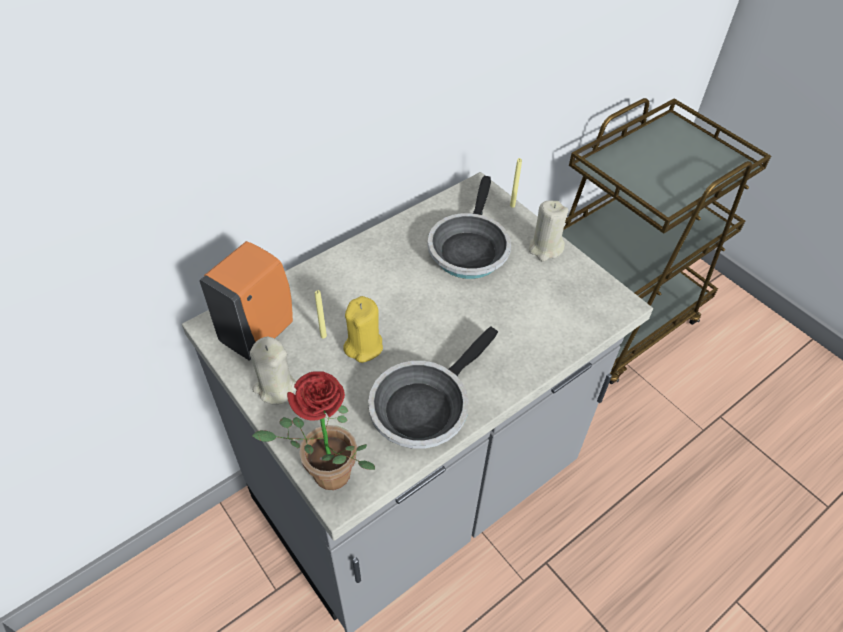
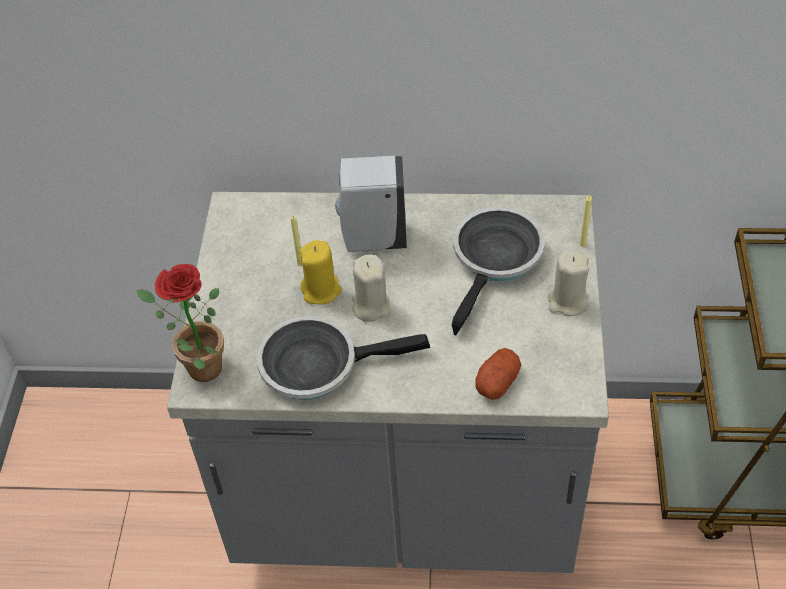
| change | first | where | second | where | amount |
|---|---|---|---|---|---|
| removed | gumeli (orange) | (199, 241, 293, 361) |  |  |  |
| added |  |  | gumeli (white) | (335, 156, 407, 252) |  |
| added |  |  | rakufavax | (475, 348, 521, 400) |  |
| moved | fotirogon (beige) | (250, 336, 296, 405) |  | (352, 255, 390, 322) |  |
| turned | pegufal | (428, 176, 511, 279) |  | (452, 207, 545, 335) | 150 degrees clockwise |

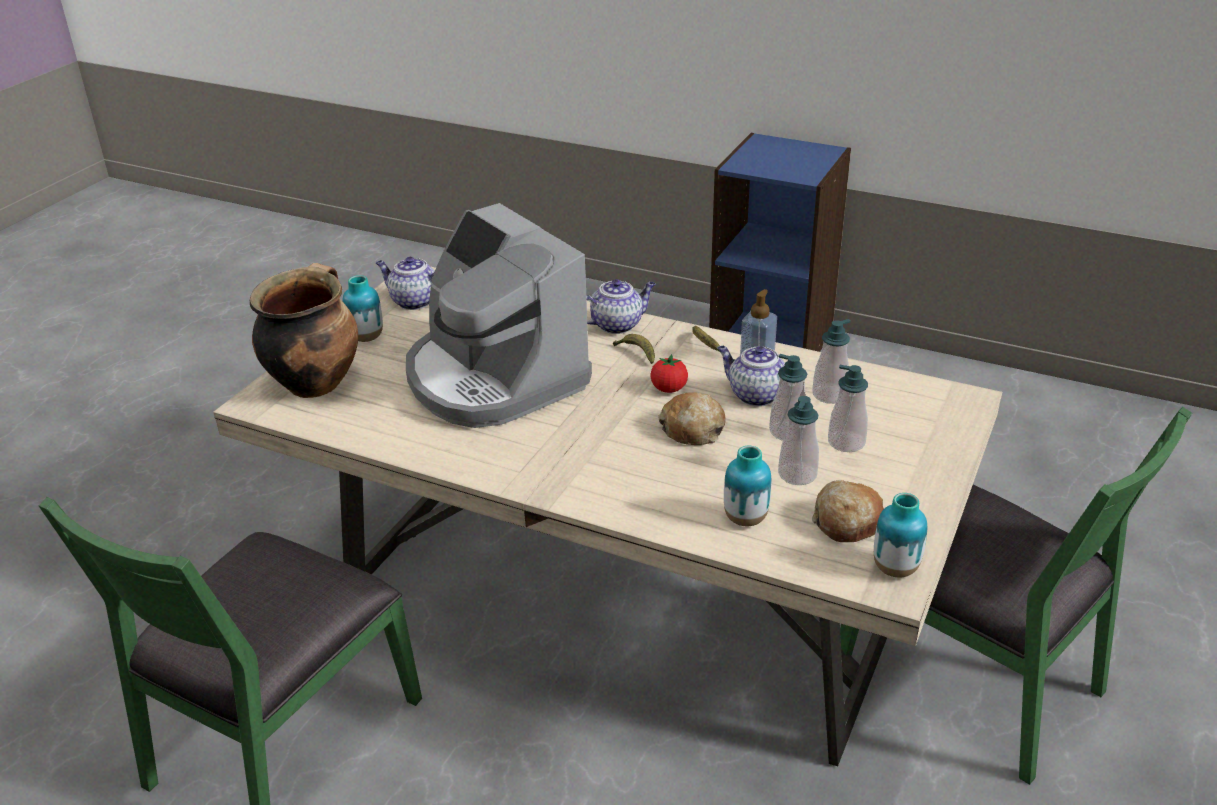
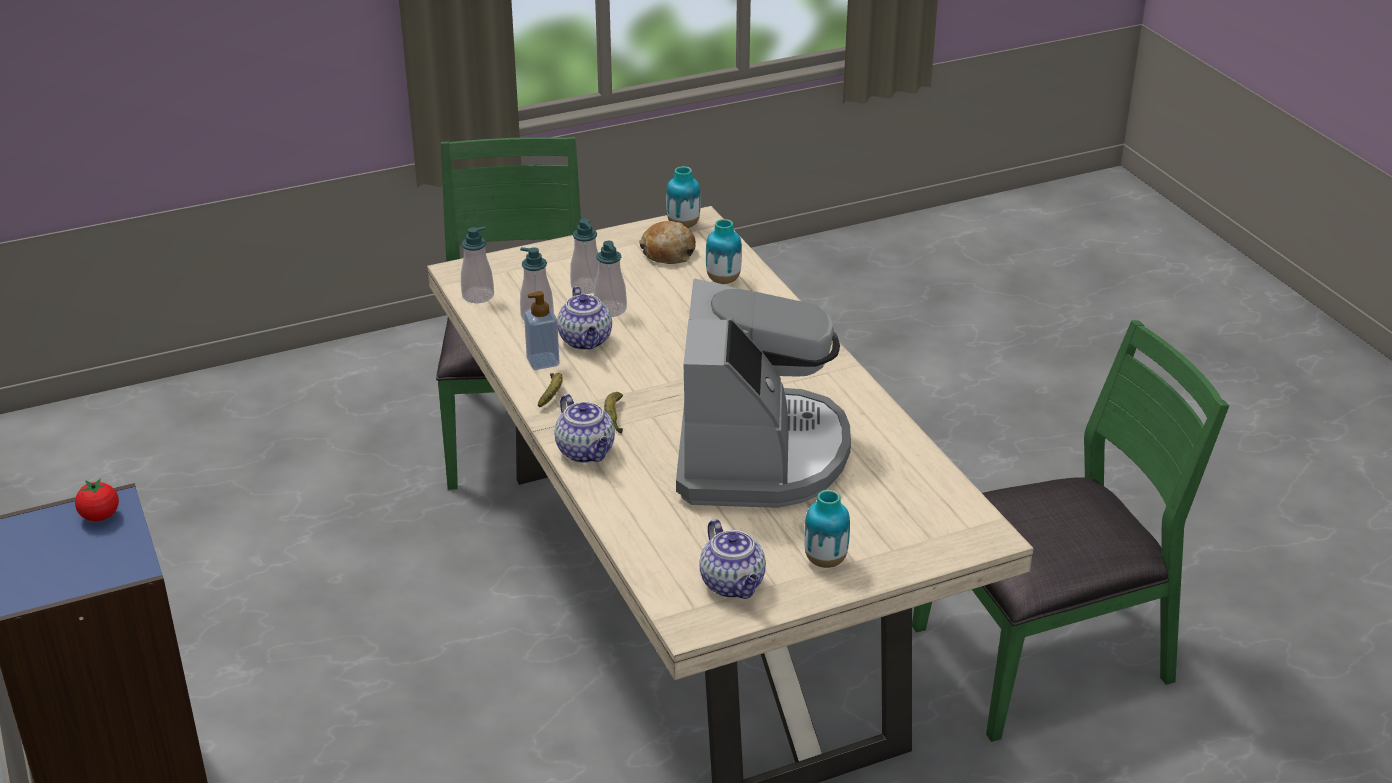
| change | first | where | second | where | amount |
|---|---|---|---|---|---|
| removed | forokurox | (250, 263, 358, 398) |  |  |  |
| removed | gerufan | (658, 392, 725, 445) |  |  |  |
| moved | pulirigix | (650, 354, 688, 393) |  | (75, 478, 119, 521) |  |
| moved | gumeli | (778, 396, 819, 485) |  | (461, 226, 494, 303) |  |
| turned | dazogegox | (586, 279, 656, 334) |  | (555, 394, 615, 463) | 135 degrees counterclockwise |

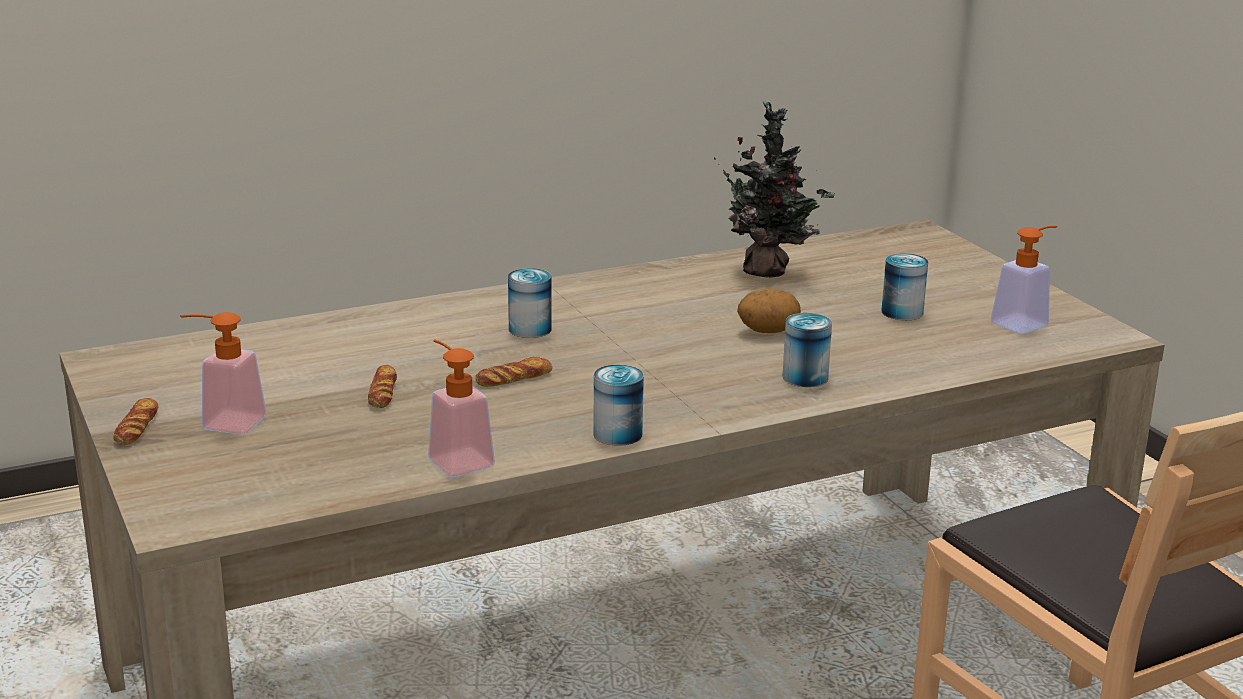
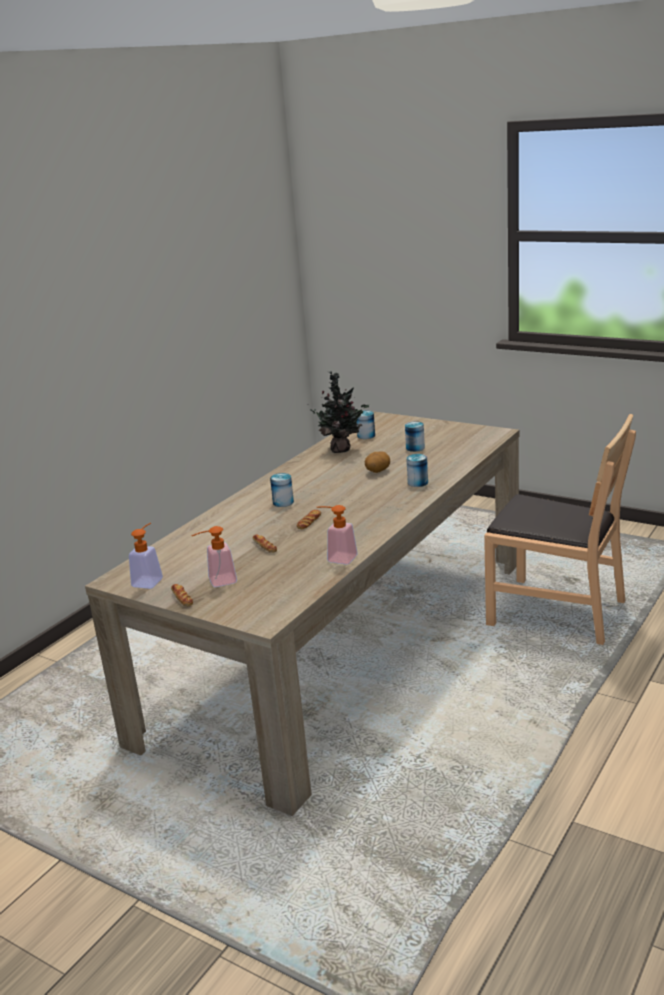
| change | first | where | second | where | amount |
|---|---|---|---|---|---|
| moved | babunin | (593, 365, 644, 446) |  | (356, 410, 375, 439) |  |
| moved | gumeli | (991, 226, 1057, 334) |  | (129, 523, 163, 589) |  |

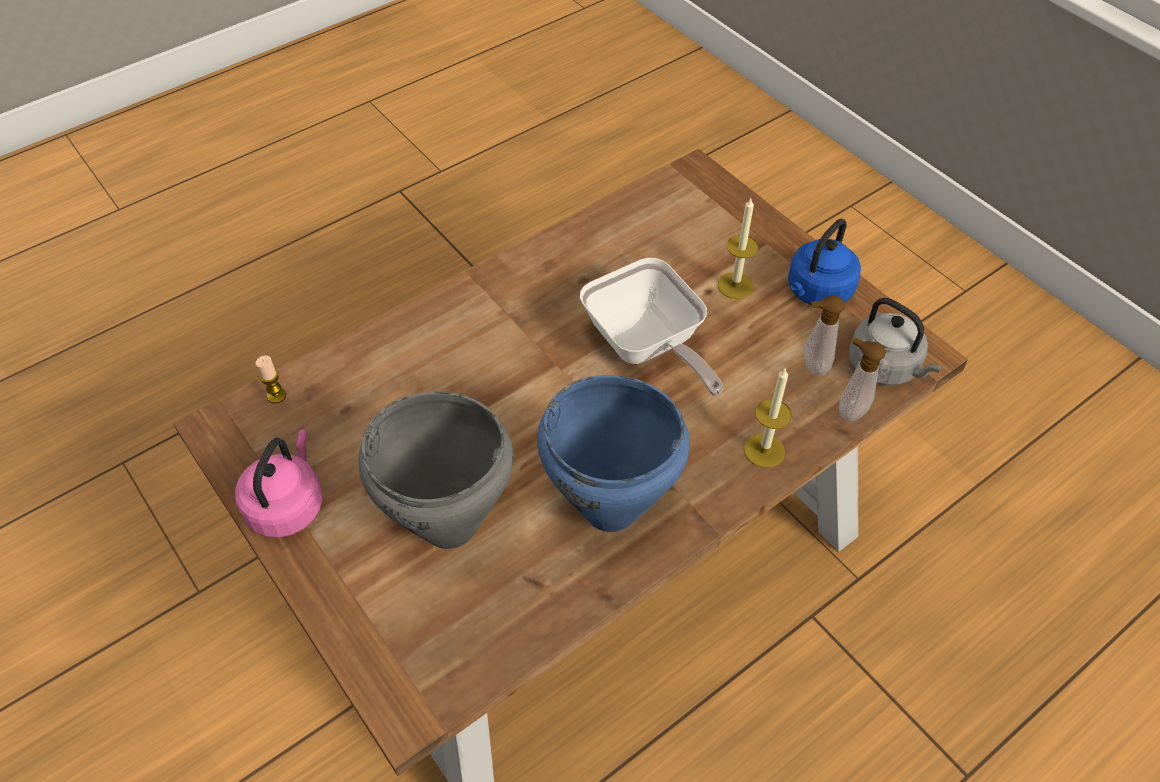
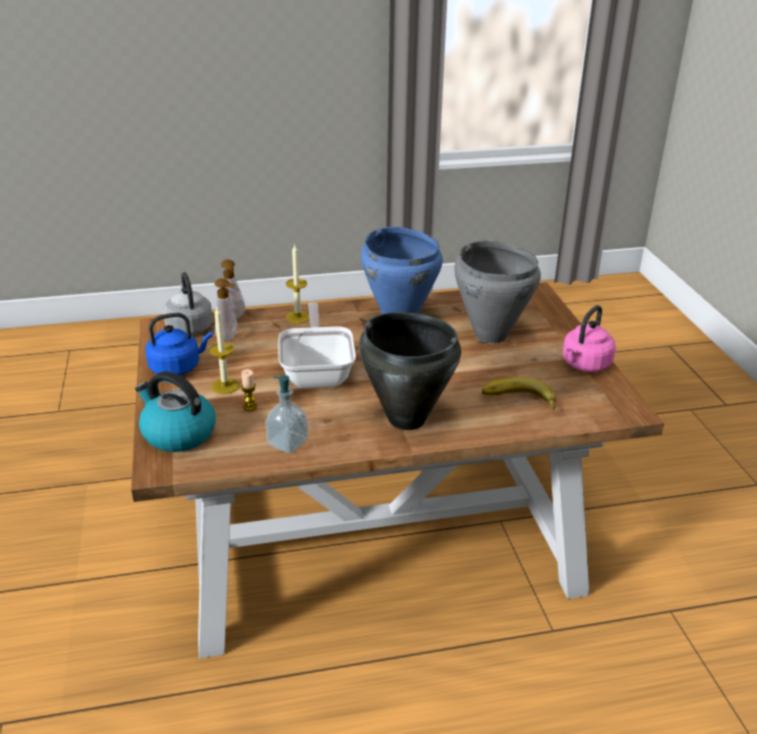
| change | first | where | second | where | amount |
|---|---|---|---|---|---|
| added |  |  | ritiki | (135, 371, 216, 452) |  |
| added |  |  | gumeli | (265, 375, 308, 453) |  |
| added |  |  | forokurox (black) | (359, 312, 461, 430) |  |
| added |  |  | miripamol | (482, 377, 557, 410) |  |
| moved | fotirogon | (255, 355, 286, 404) |  | (241, 369, 257, 411) |  |

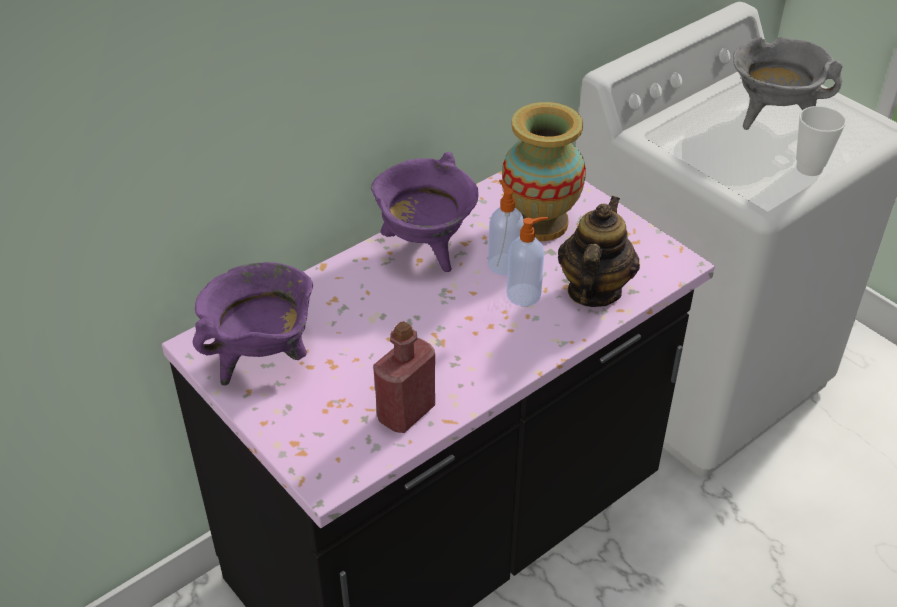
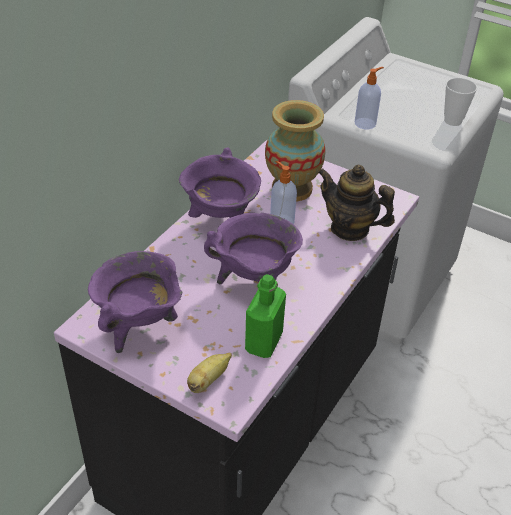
| change | first | where | second | where | amount |
|---|---|---|---|---|---|
| removed | forokurox (grey) | (733, 37, 842, 130) |  |  |  |
| added |  |  | miripamol | (187, 353, 232, 393) |  |
| added |  |  | forokurox (purple) | (204, 213, 303, 284) |  |
| moved | gumeli | (507, 217, 549, 306) |  | (355, 67, 384, 129) |  |
| recoloured | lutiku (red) | (373, 321, 435, 433) | lutiku (green) | (245, 274, 286, 358) |  |
| turned | dazogegox | (558, 196, 640, 307) |  | (318, 165, 395, 241) | 60 degrees counterclockwise |

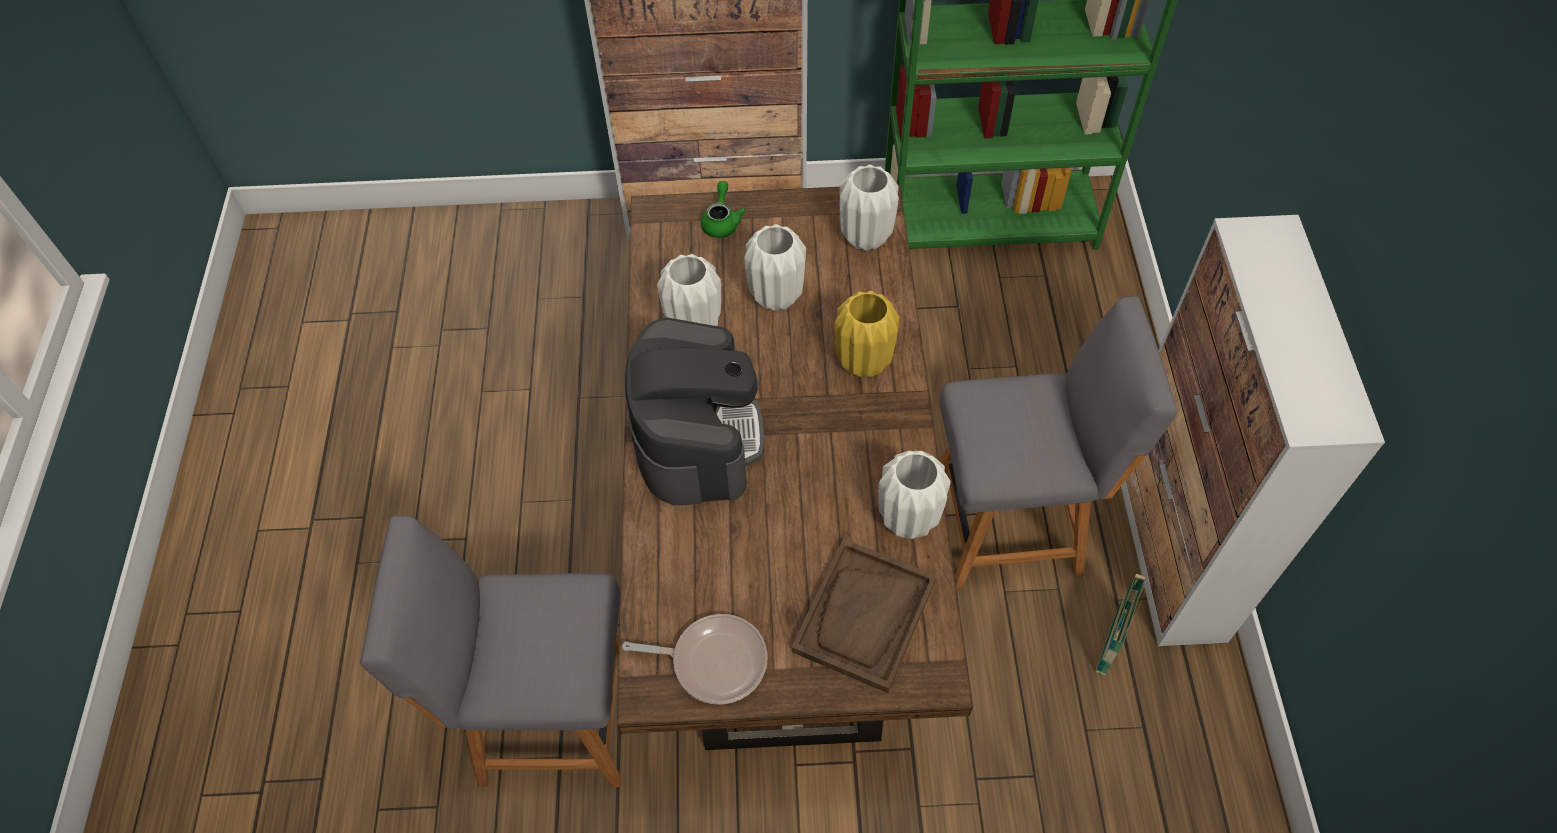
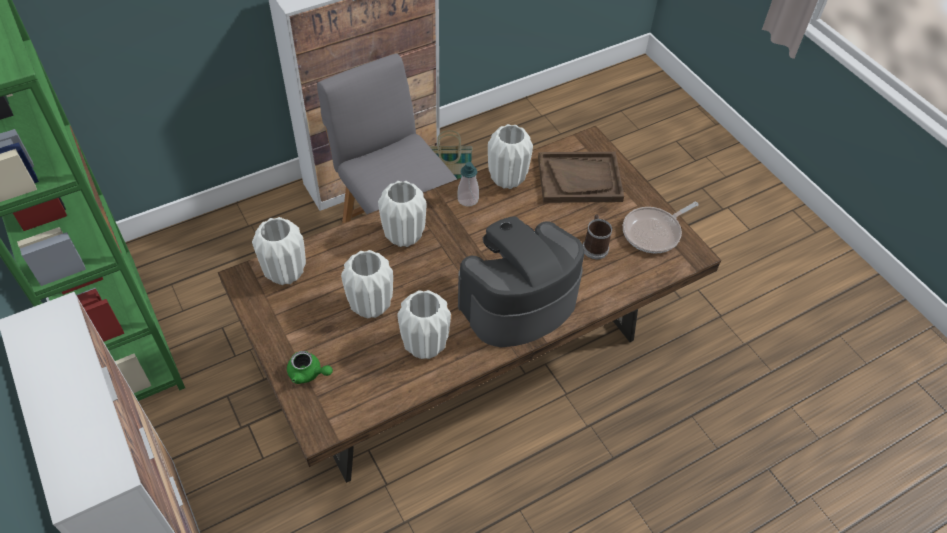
| change | first | where | second | where | amount |
|---|---|---|---|---|---|
| removed | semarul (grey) | (360, 515, 622, 787) |  |  |  |
| added |  |  | gumeli | (457, 162, 479, 207) |  |
| added |  |  | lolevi | (583, 215, 612, 259) |  |
| recoloured | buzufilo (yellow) | (835, 291, 900, 378) | buzufilo (white) | (378, 181, 426, 247) |  |
| turned | pegufal | (622, 614, 768, 704) |  | (623, 202, 699, 254) | 105 degrees counterclockwise |
| turned | dazogegox (green) | (701, 181, 746, 238) |  | (287, 351, 333, 384) | 135 degrees counterclockwise |

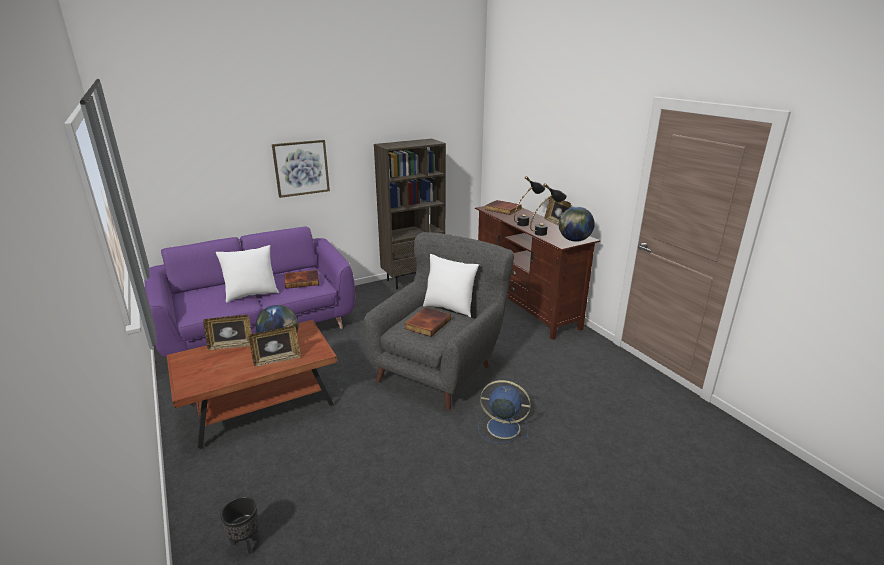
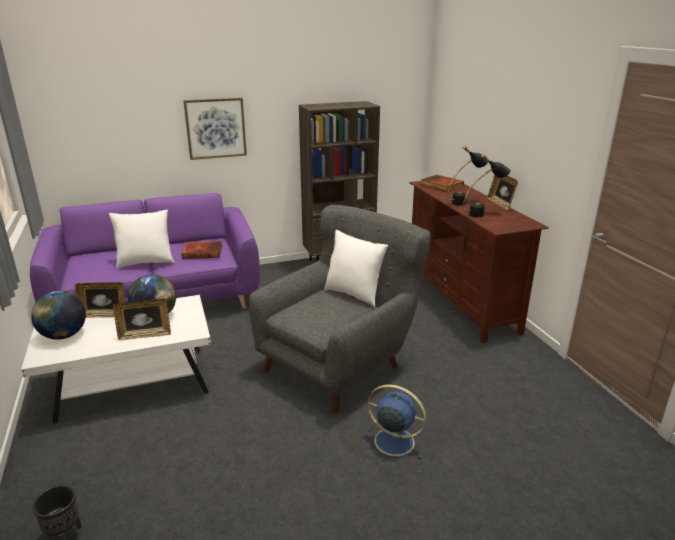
| change | first | where | second | where | amount |
|---|---|---|---|---|---|
| removed | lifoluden | (404, 307, 451, 337) |  |  |  |
| moved | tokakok | (559, 207, 595, 242) |  | (31, 291, 86, 340) |  |
| recoloured | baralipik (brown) | (167, 320, 337, 449) | baralipik (white) | (21, 295, 211, 424) |  |

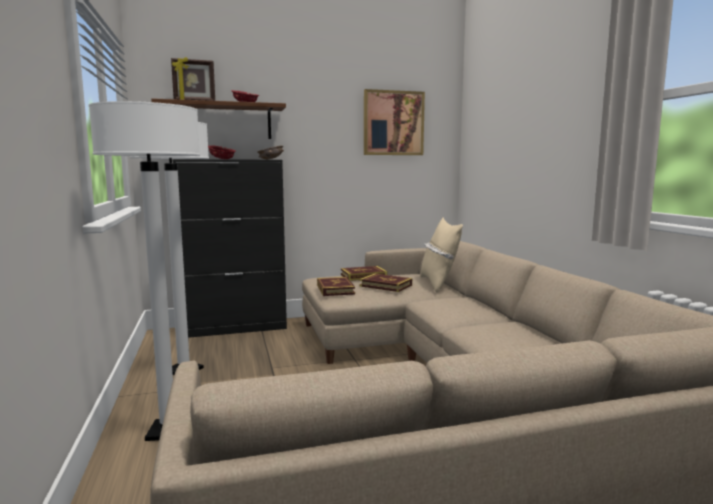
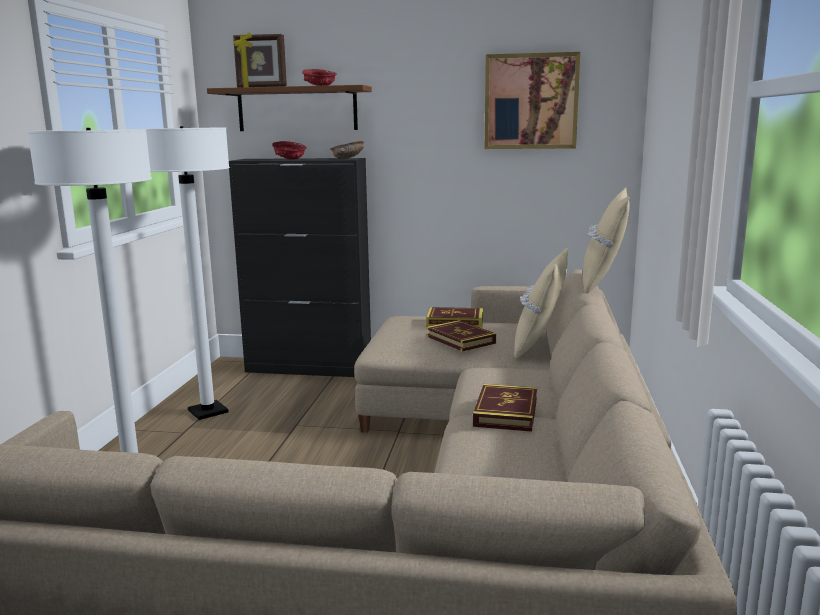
| change | first | where | second | where | amount |
|---|---|---|---|---|---|
| added |  |  | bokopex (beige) | (583, 188, 629, 293) |  |
| moved | lifoluden | (317, 277, 355, 296) |  | (473, 384, 537, 432) |  |

